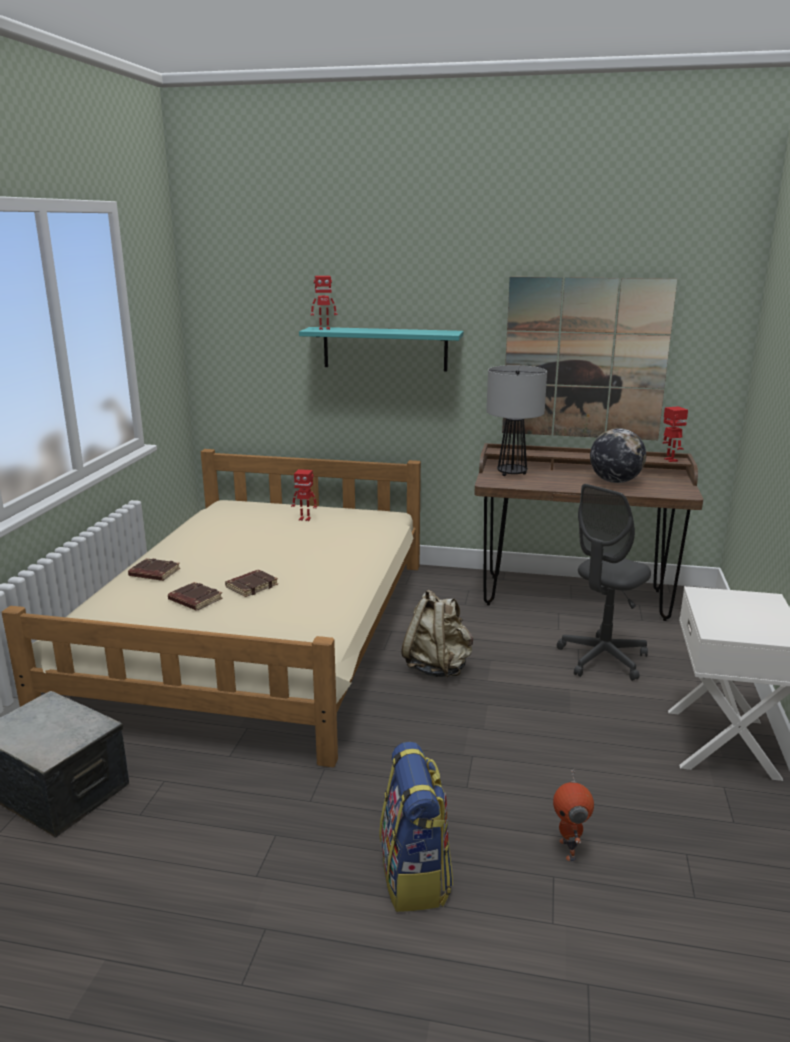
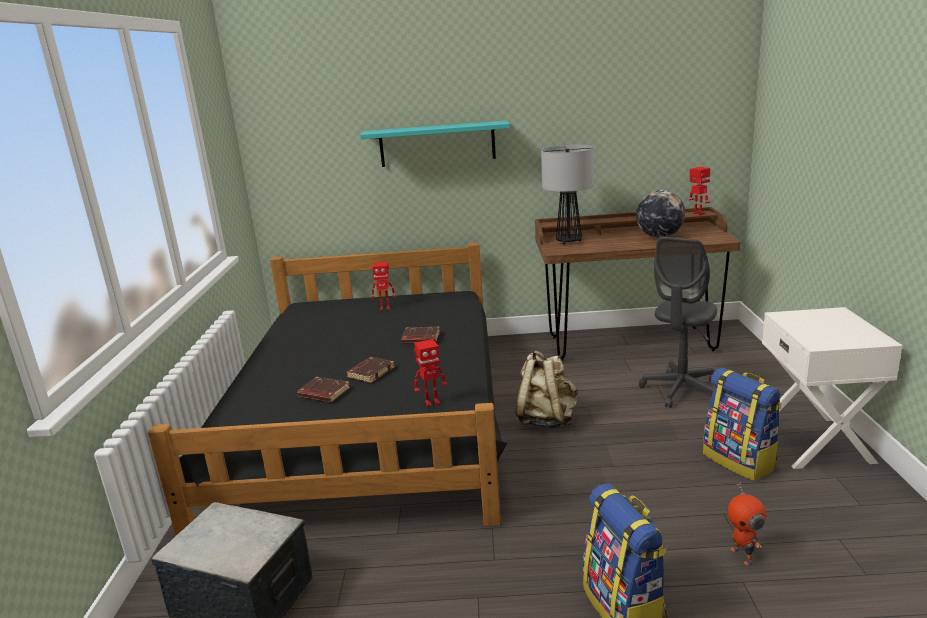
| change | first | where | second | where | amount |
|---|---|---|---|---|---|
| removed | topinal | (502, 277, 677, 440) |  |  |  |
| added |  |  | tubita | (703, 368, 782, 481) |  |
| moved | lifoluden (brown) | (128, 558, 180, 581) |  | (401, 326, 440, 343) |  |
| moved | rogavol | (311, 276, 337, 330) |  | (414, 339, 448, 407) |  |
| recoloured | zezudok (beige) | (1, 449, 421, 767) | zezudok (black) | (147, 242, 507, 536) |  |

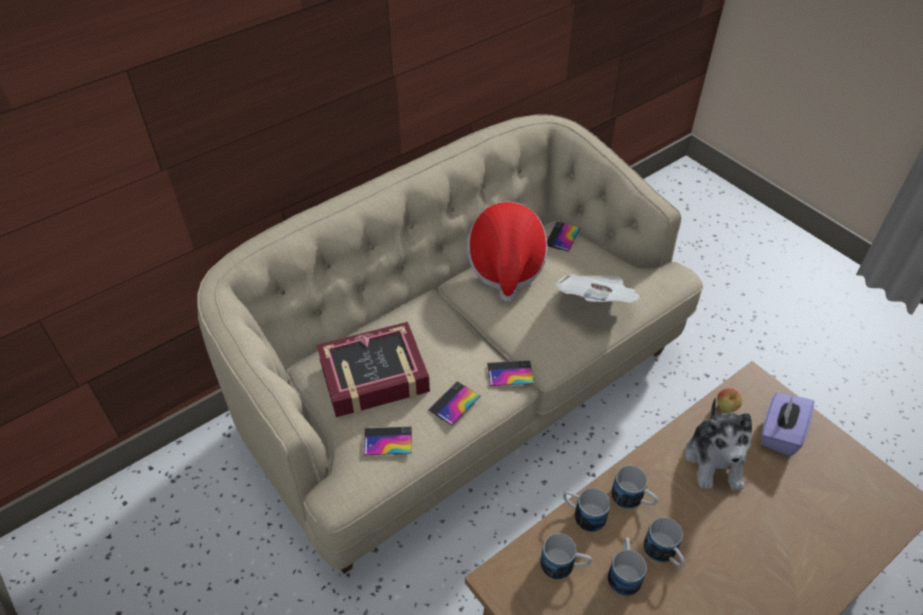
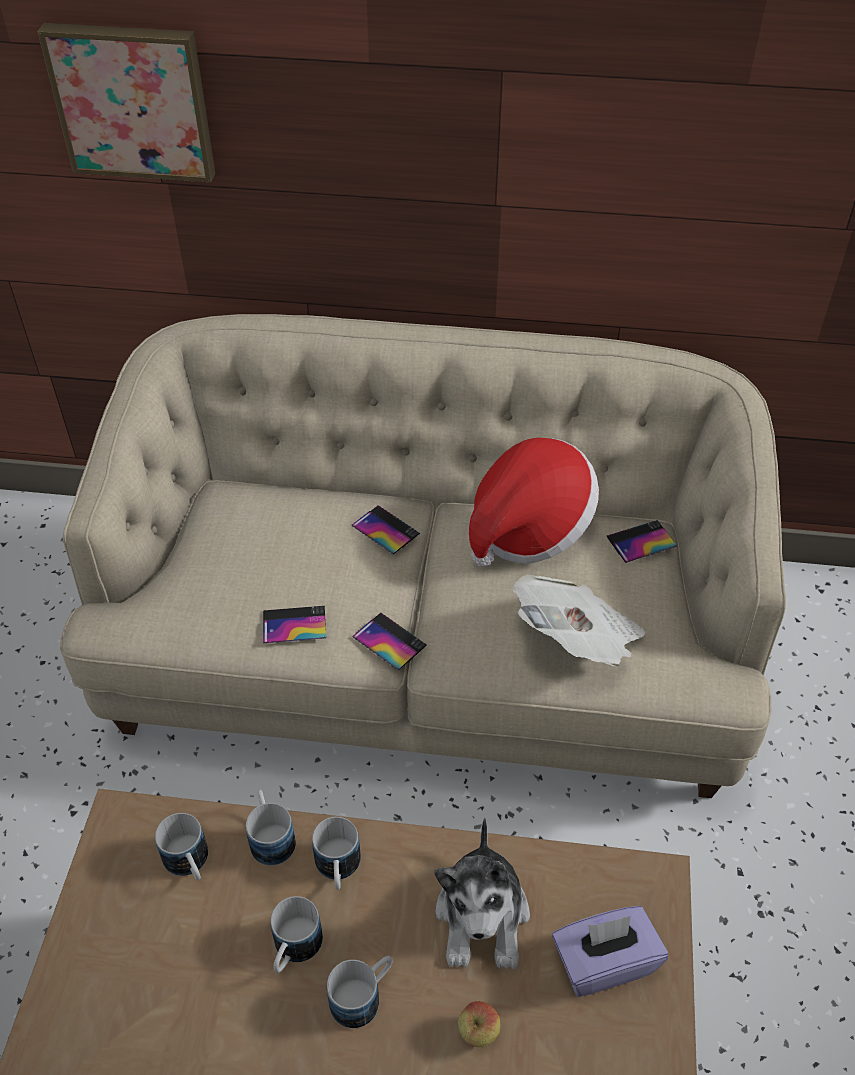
| change | first | where | second | where | amount |
|---|---|---|---|---|---|
| removed | lifoluden | (317, 322, 430, 417) |  |  |  |
| added |  |  | topinal | (37, 23, 215, 182) |  |
| moved | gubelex | (364, 426, 412, 456) |  | (351, 505, 420, 554) |  |
| moved | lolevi | (608, 537, 647, 596) |  | (327, 956, 393, 1028) |  |
| moved | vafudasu | (717, 388, 742, 412) |  | (458, 1001, 501, 1047) |  |
| turned | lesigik | (685, 398, 752, 490) |  | (434, 818, 530, 970) | 45 degrees counterclockwise |

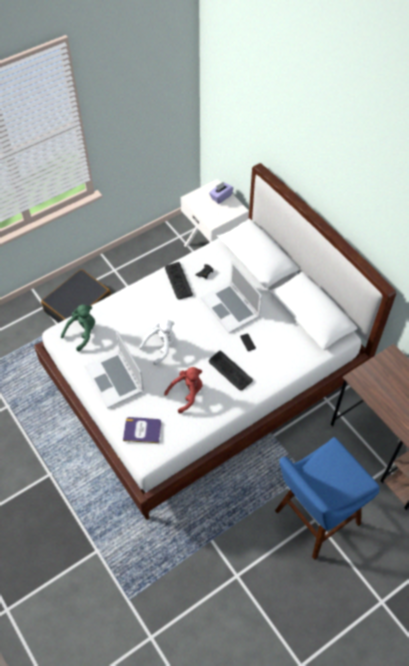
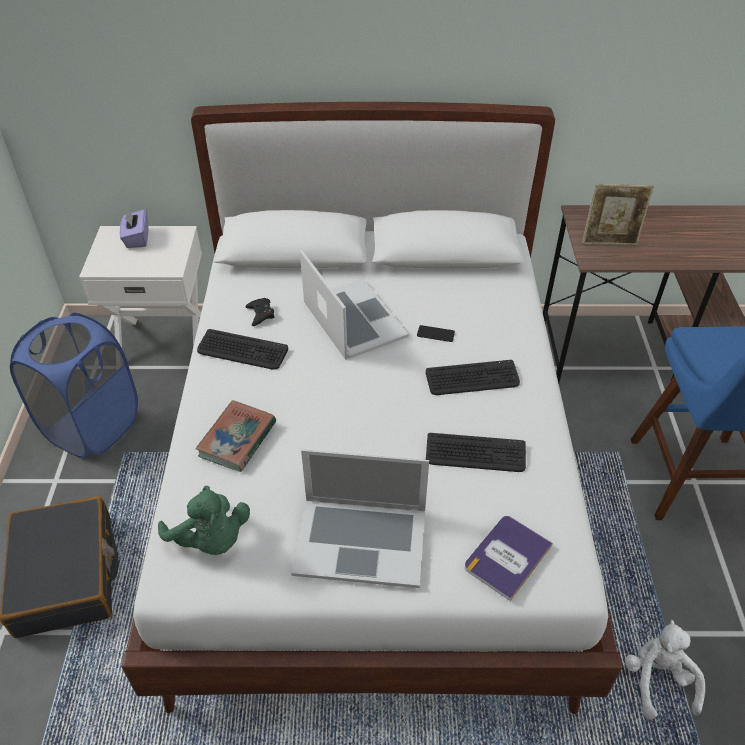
| change | first | where | second | where | amount |
|---|---|---|---|---|---|
| added |  |  | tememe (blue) | (10, 313, 138, 459) |  |
| added |  |  | lifoluden | (195, 400, 276, 472) |  |
| added |  |  | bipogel | (582, 184, 654, 245) |  |
| moved | lesigik (white) | (139, 319, 176, 365) |  | (625, 620, 705, 720) |  |
| replaced | lesigik (red) | (164, 367, 203, 413) | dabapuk | (426, 433, 526, 472) |  |
| turned | lesigik (green) | (61, 305, 95, 351) |  | (158, 486, 250, 555) | 150 degrees clockwise |
| turned | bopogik | (201, 261, 262, 333) |  | (300, 250, 409, 360) | 120 degrees counterclockwise |

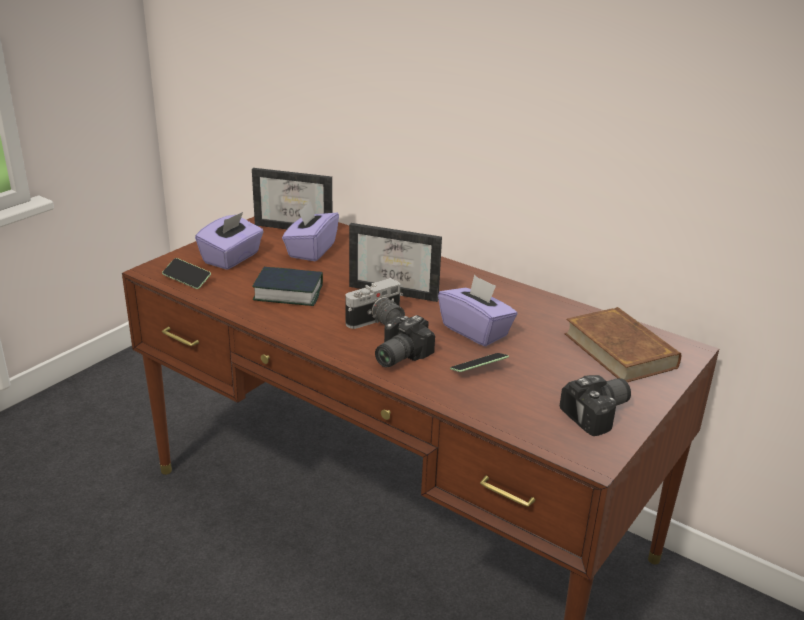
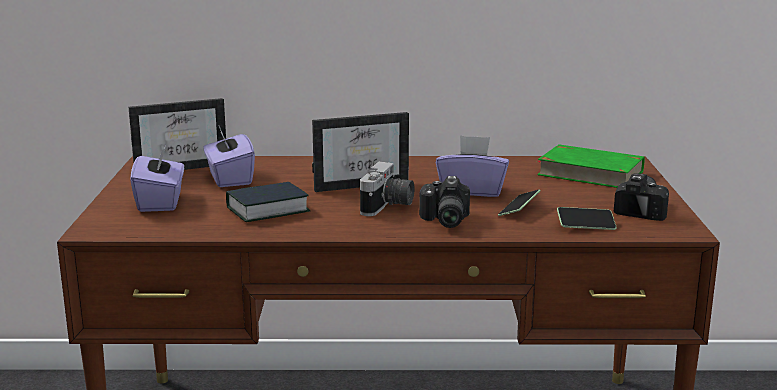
| change | first | where | second | where | amount |
|---|---|---|---|---|---|
| moved | gubelex | (162, 258, 211, 289) |  | (557, 207, 617, 230) |  |
| recoloured | lifoluden (brown) | (564, 307, 681, 382) | lifoluden (green) | (537, 144, 645, 188) |  |

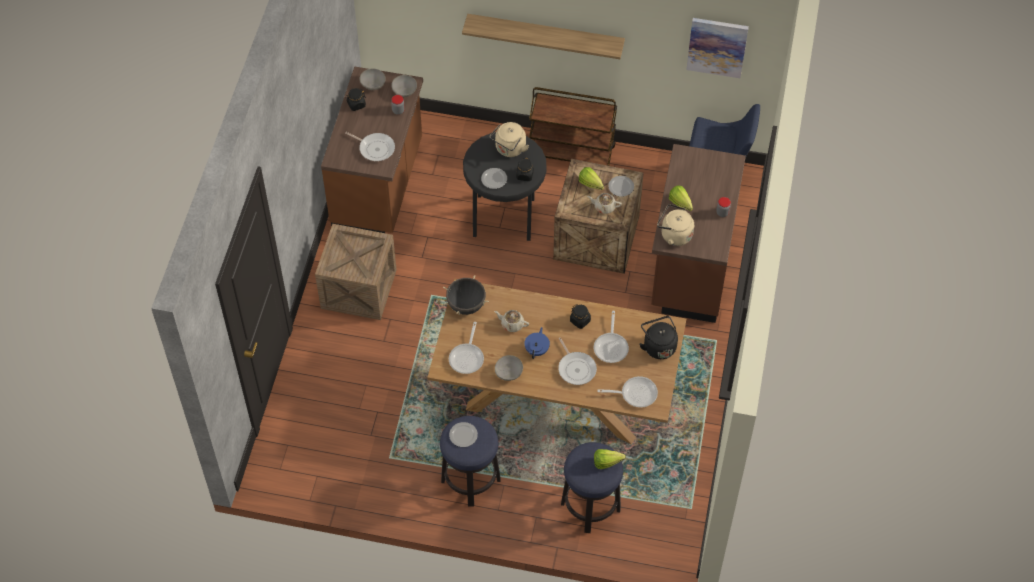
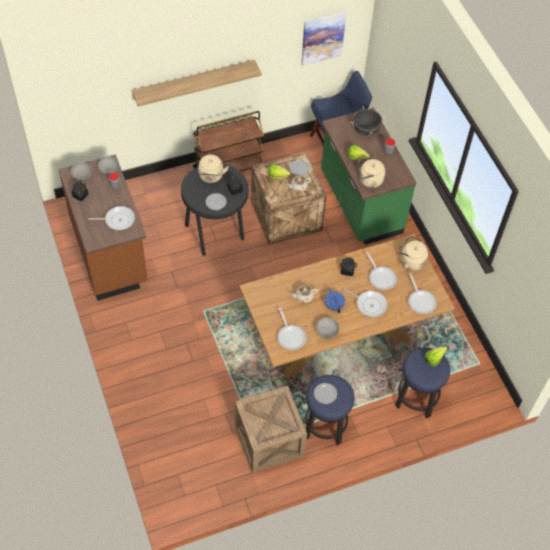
| change | first | where | second | where | amount |
|---|---|---|---|---|---|
| moved | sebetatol | (315, 224, 397, 320) |  | (235, 386, 307, 473) |  |
| moved | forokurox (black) | (443, 275, 489, 315) |  | (350, 106, 385, 135) |  |
| recoloured | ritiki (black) | (640, 316, 678, 359) | ritiki (beige) | (398, 236, 428, 270) |  |
| recoloured | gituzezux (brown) | (651, 144, 746, 323) | gituzezux (green) | (321, 108, 416, 245) |  |
| turned | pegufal | (597, 376, 658, 407) |  | (408, 273, 437, 314) | 105 degrees clockwise |

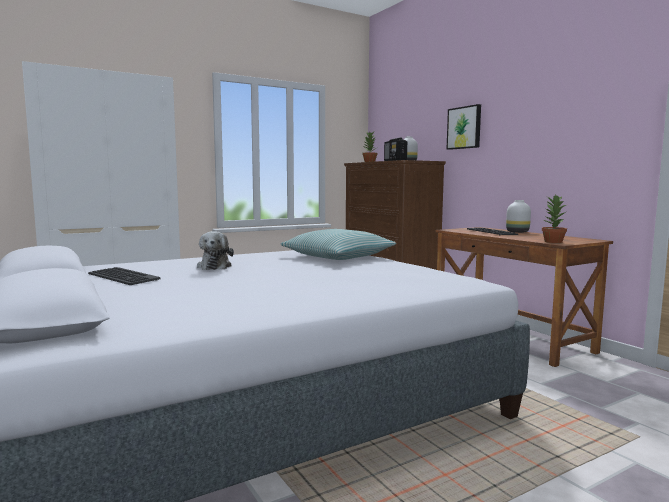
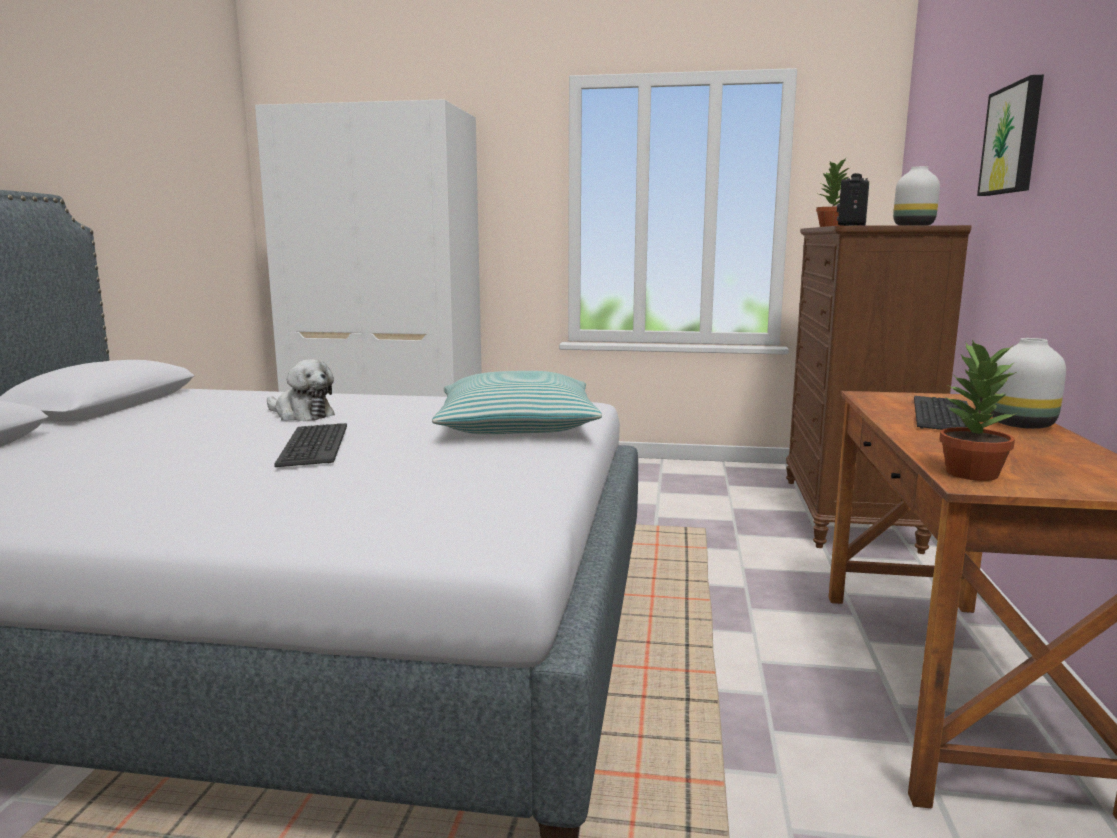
| change | first | where | second | where | amount |
|---|---|---|---|---|---|
| moved | dabapuk | (88, 267, 161, 285) |  | (274, 423, 347, 467) |  |
| turned | lesigik | (197, 231, 234, 270) |  | (267, 359, 335, 421) | 90 degrees counterclockwise |

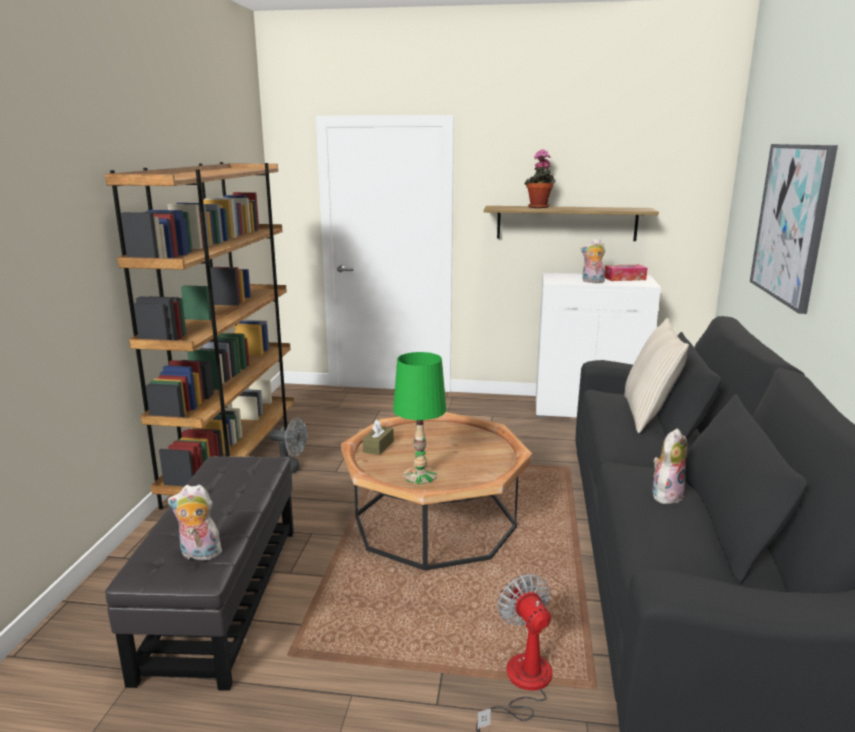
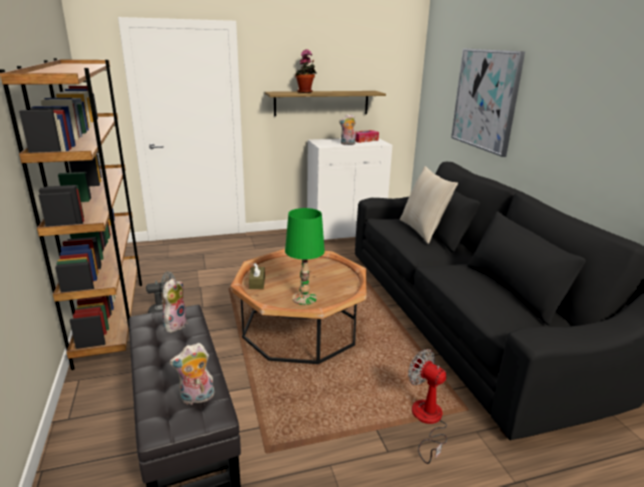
| change | first | where | second | where | amount |
|---|---|---|---|---|---|
| moved | lesigik | (652, 428, 688, 504) |  | (162, 278, 187, 333) |  |

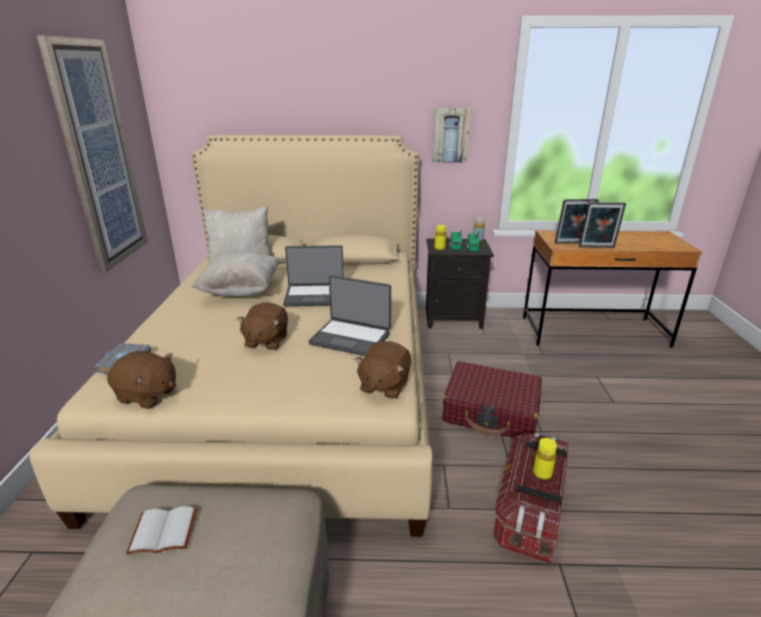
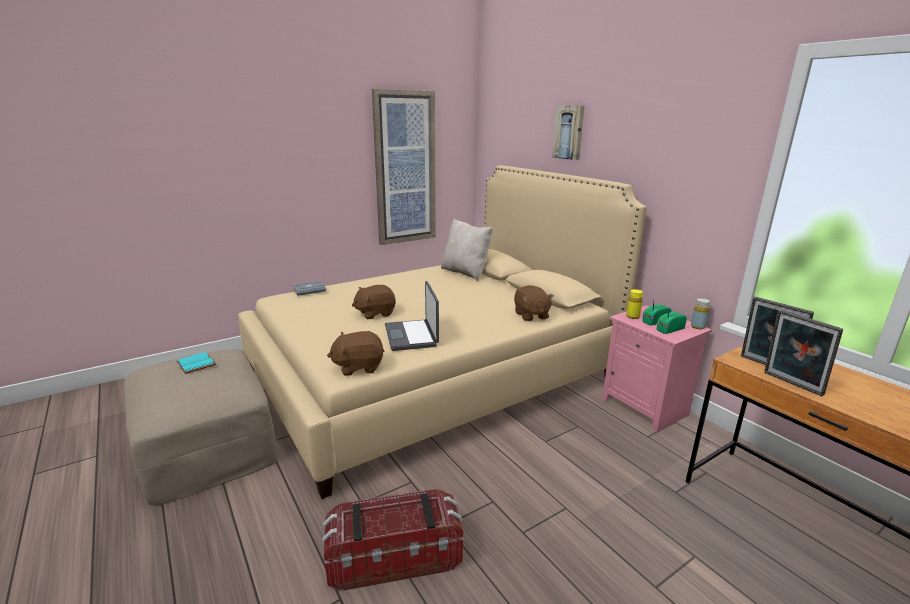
| change | first | where | second | where | amount |
|---|---|---|---|---|---|
| removed | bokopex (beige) | (192, 252, 280, 297) |  |  |  |
| removed | bopogik | (283, 245, 344, 307) |  |  |  |
| removed | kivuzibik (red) | (442, 361, 542, 438) |  |  |  |
| removed | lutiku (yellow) | (533, 438, 557, 480) |  |  |  |
| moved | lesigik (brown) | (107, 351, 176, 409) |  | (514, 285, 554, 321) |  |
| moved | topinal | (433, 108, 470, 163) |  | (552, 106, 585, 160) |  |
| recoloured | lifoluden (white) | (126, 506, 197, 555) | lifoluden (turquoise) | (176, 352, 216, 374) |  |
| recoloured | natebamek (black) | (426, 238, 494, 329) | natebamek (pink) | (602, 305, 712, 432) |  |

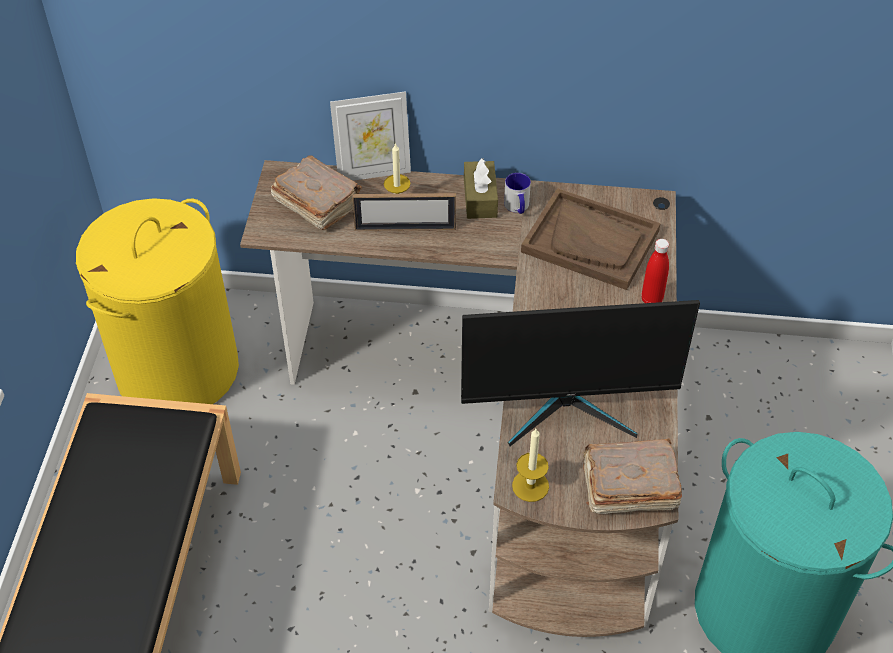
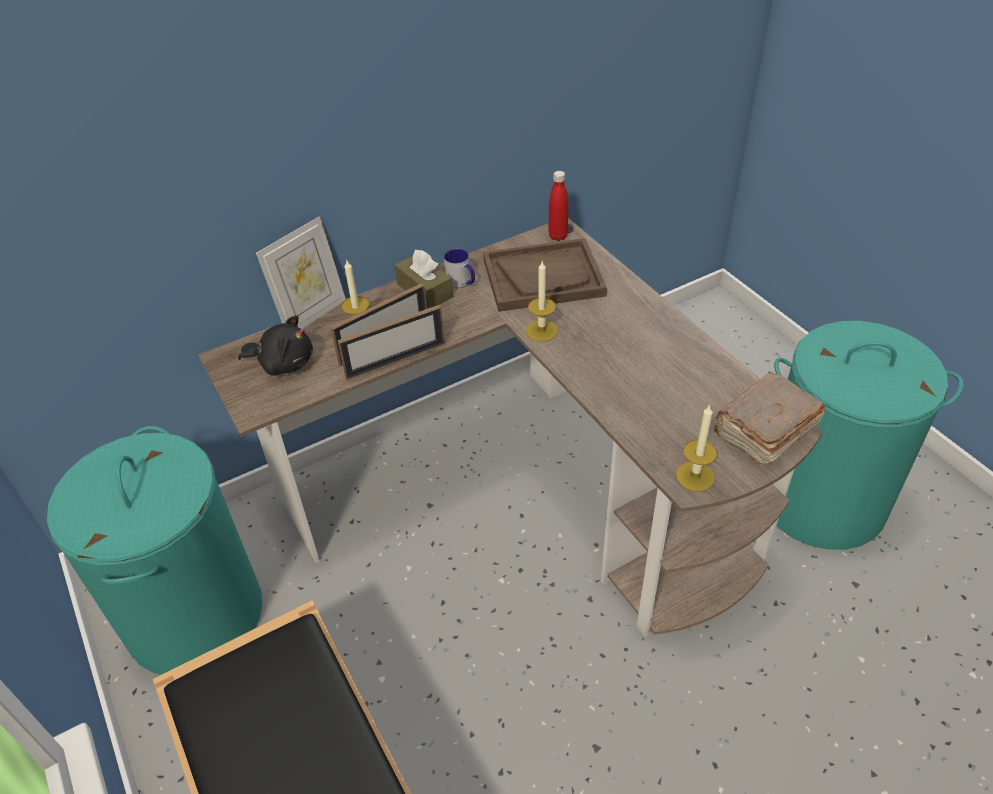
| change | first | where | second | where | amount |
|---|---|---|---|---|---|
| removed | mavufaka | (461, 300, 700, 446) |  |  |  |
| added |  |  | bipogel | (337, 305, 445, 381) |  |
| added |  |  | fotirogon | (526, 261, 558, 342) |  |
| moved | lutiku (red) | (641, 239, 669, 303) |  | (549, 171, 568, 241) |  |
| replaced | lifoluden (brown) | (271, 155, 362, 230) | lesigik (black) | (238, 315, 313, 376) |  |
| recoloured | tememe (yellow) | (76, 198, 239, 404) | tememe (turquoise) | (47, 426, 263, 675) |  |

